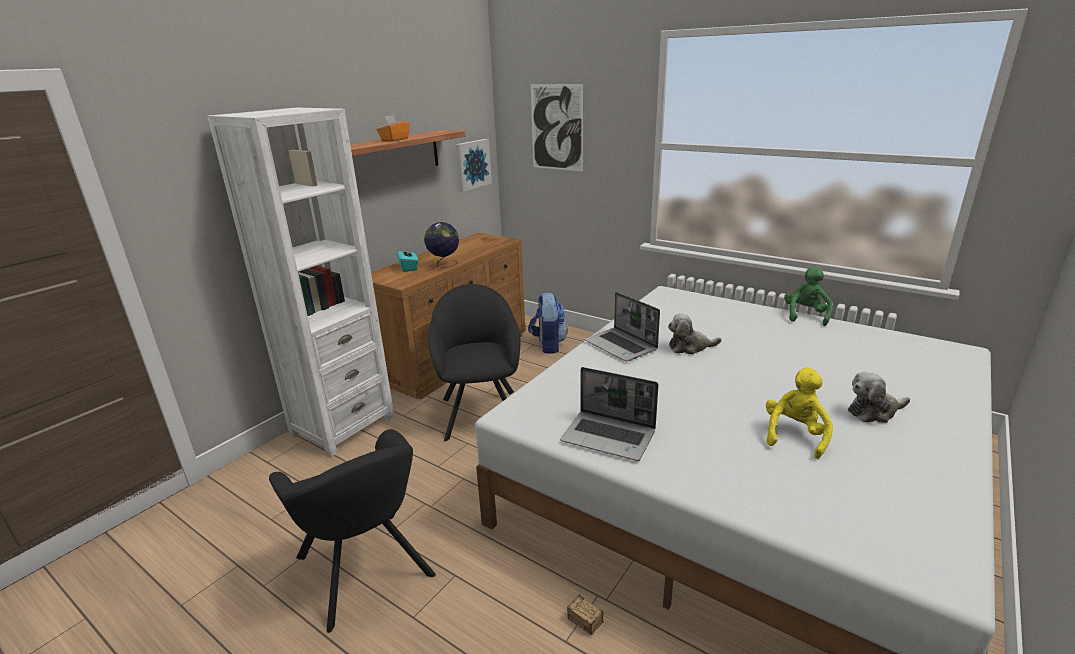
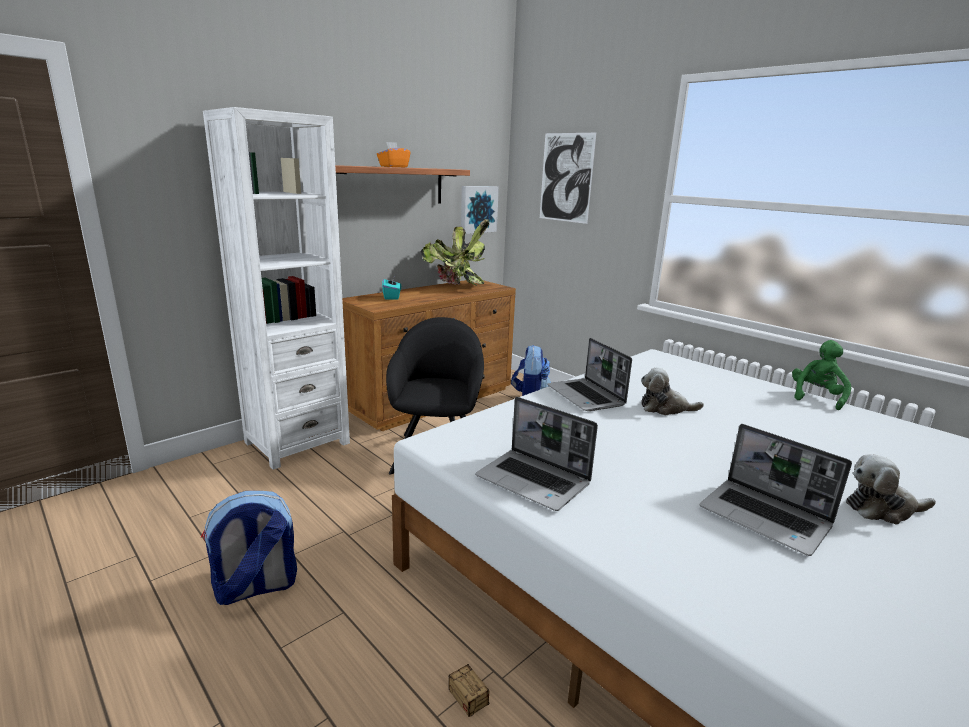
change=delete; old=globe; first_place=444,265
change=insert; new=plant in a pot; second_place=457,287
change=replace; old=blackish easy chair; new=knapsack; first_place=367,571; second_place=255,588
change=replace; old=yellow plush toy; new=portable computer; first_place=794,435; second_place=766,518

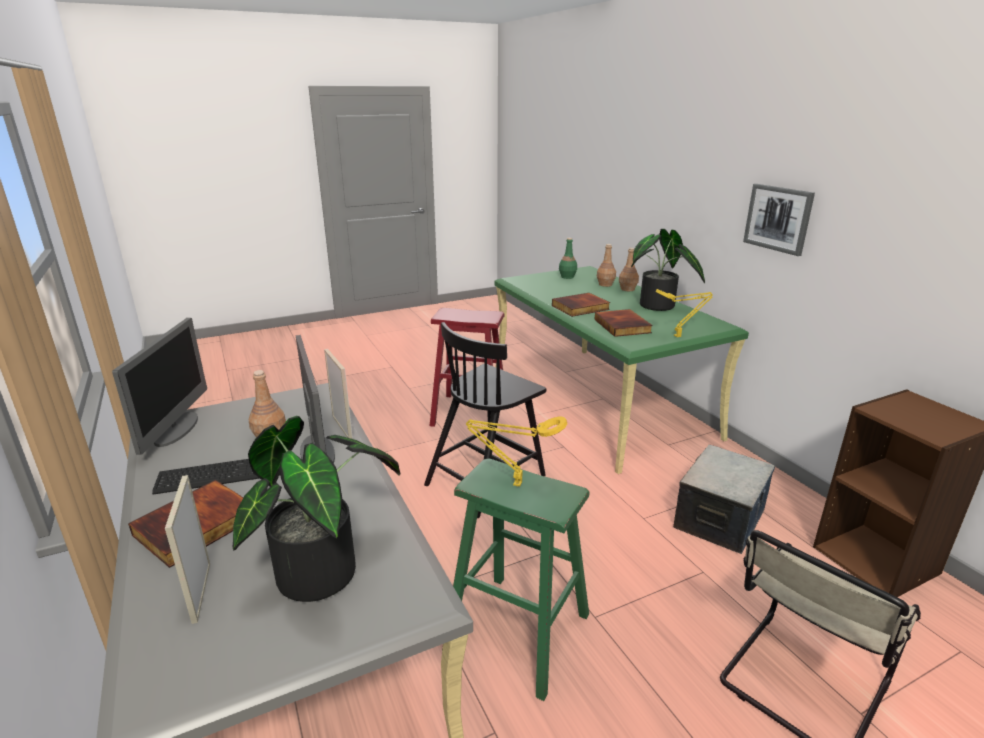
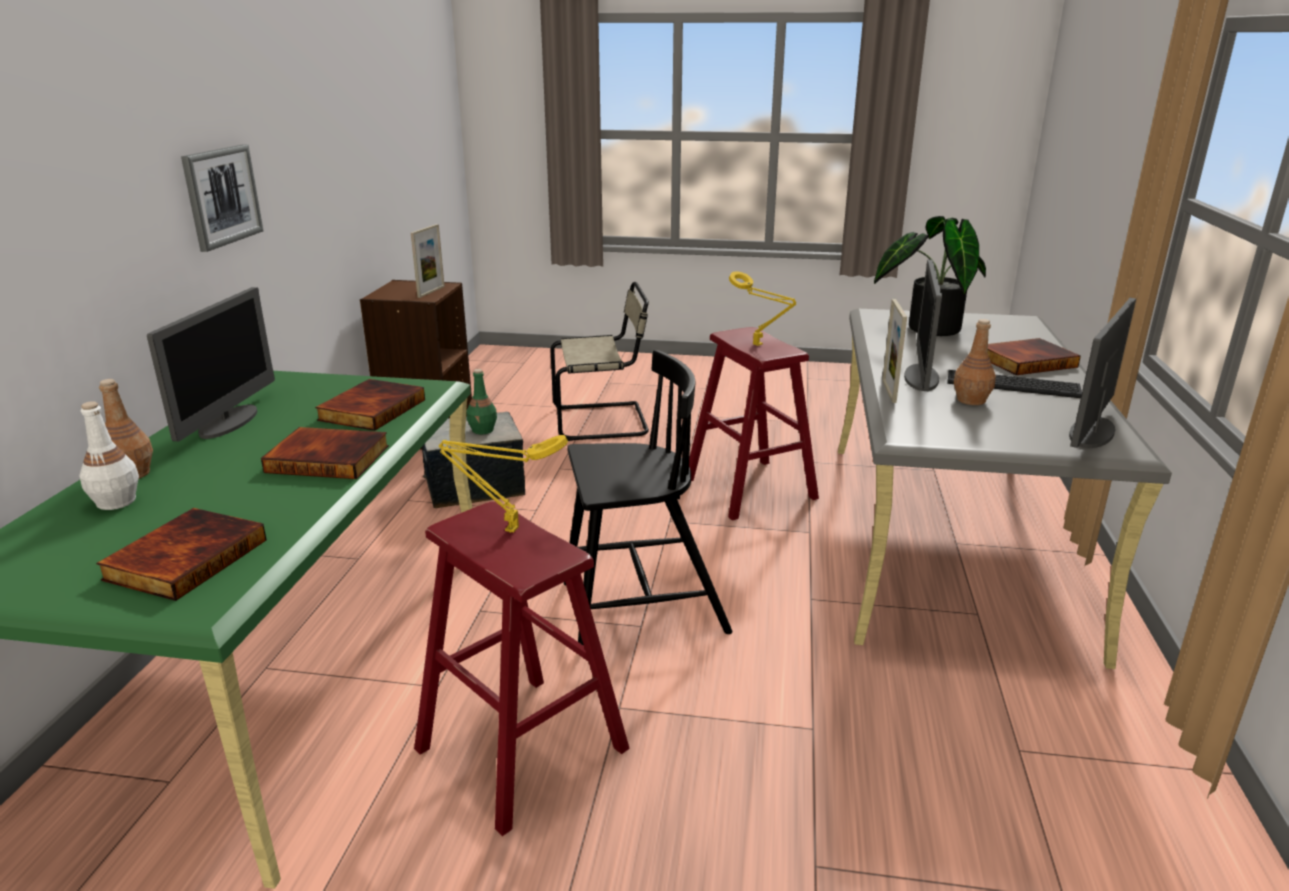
change=insert; new=bound book; second_place=185,558
change=move; old=photo frame; first_place=201,592; second_place=431,292
change=move; old=green-coloured drink bottle; first_place=567,277; second_place=483,430
change=move; old=yellow table lamp; first_place=679,336; second_place=507,529
change=replace; old=plant in a pot; new=monitor; first_place=659,307; second_place=229,422
change=recolor; old=green-coloured stool seat; new=reddish stool seat; first_place=518,632; second_place=749,488
change=recolor; old=brown drink bottle; new=whitish drink bottle; first_place=605,284; second_place=115,502

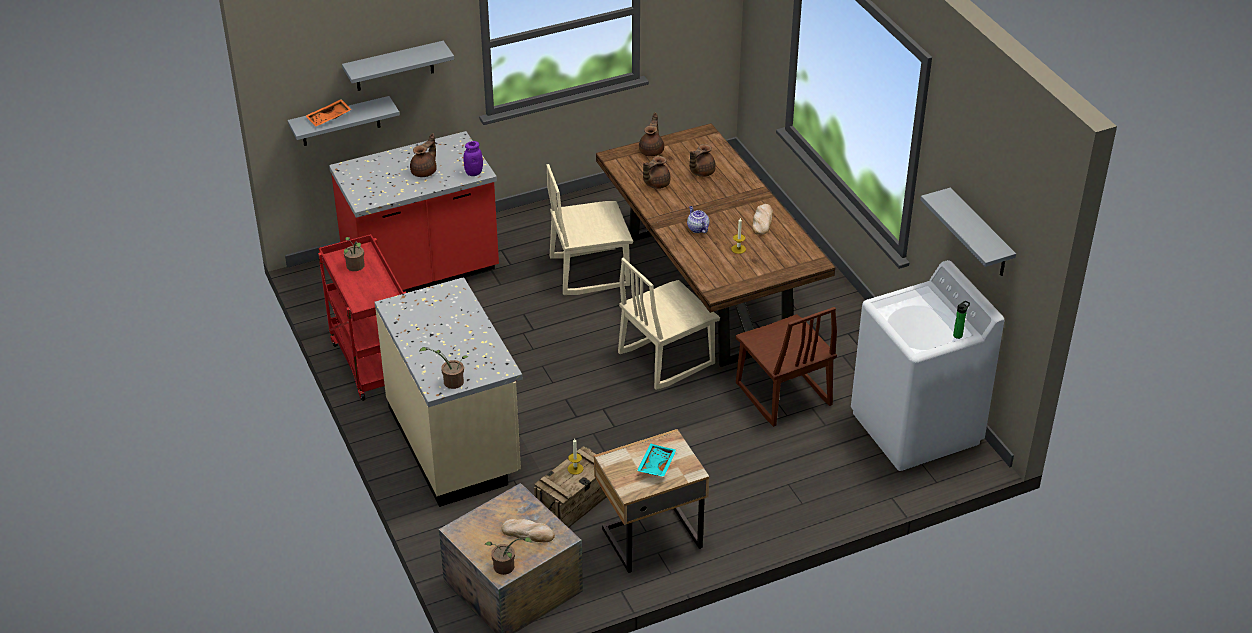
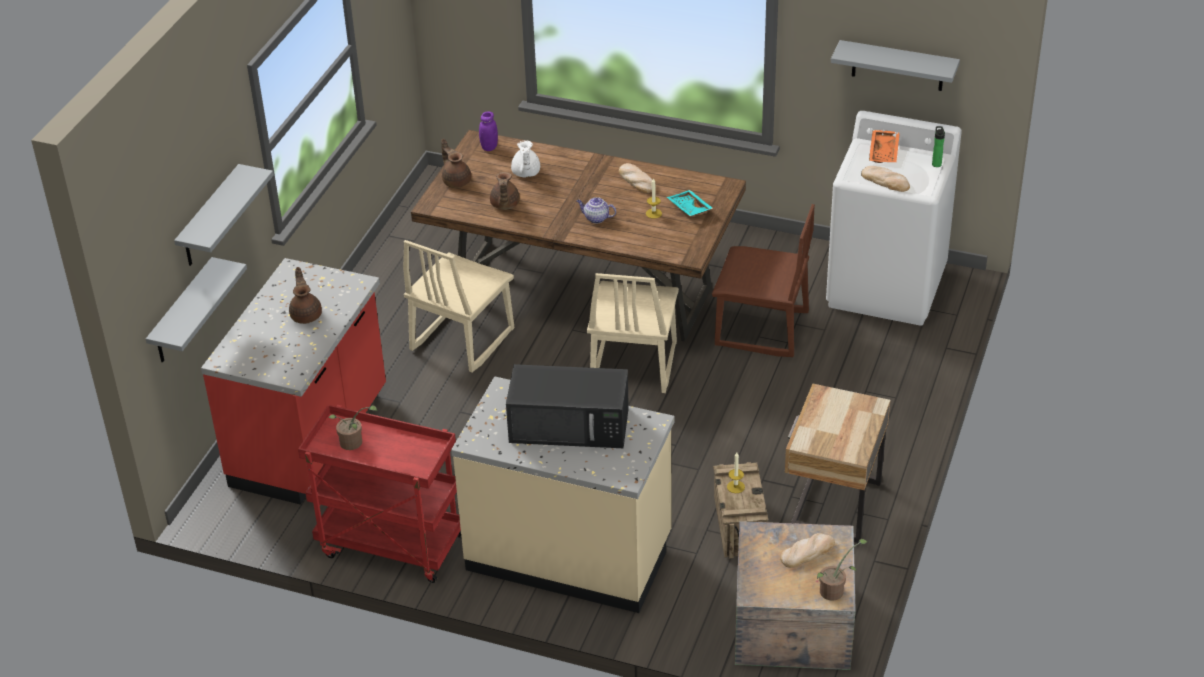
change=delete; old=plant in a pot; first_place=450,382
change=insert; new=blackish kitchen microwave; second_place=571,425
change=insert; new=bakery bread; second_place=885,181
change=move; old=orangey carrying tray; first_place=329,118; second_place=884,152
change=move; old=purple preserve jar; first_place=473,173; second_place=489,147
change=move; old=turquoise-coloured carrying tray; first_place=655,465; second_place=688,209
change=recolor; old=brown pot for tea; new=whitish pot for tea; first_place=701,172; second_place=525,173

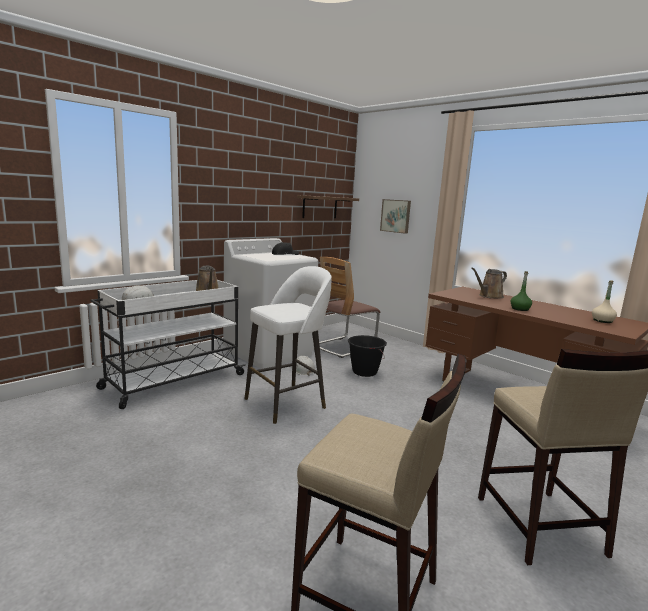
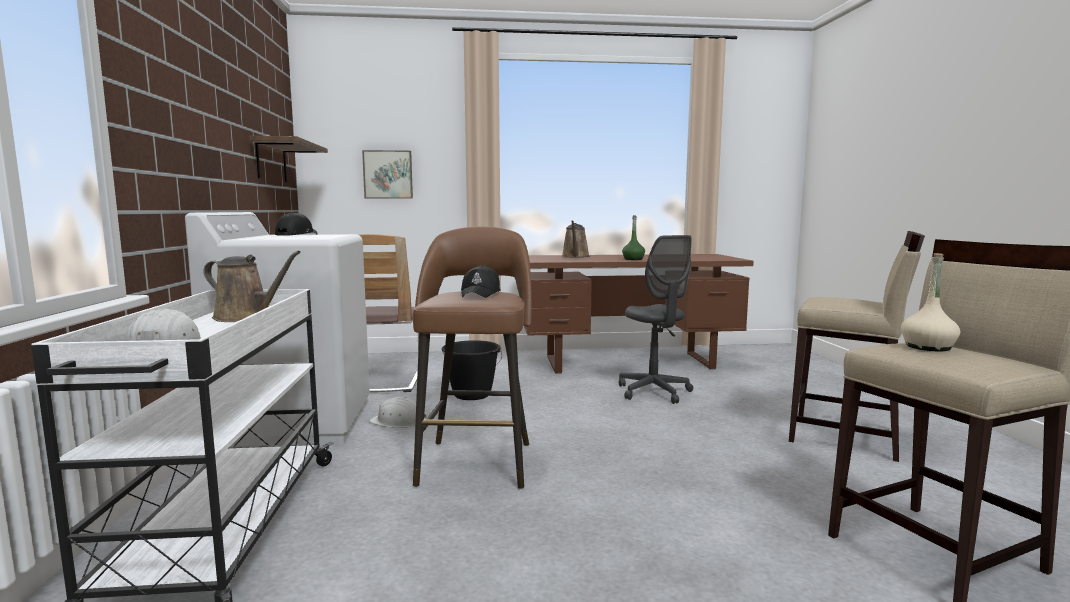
change=insert; new=blackish cap; second_place=481,294
change=insert; new=grey desk chair; second_place=654,392
change=move; old=beige drink bottle; first_place=602,321; second_place=928,347
change=recolor; old=whitish stool seat; new=brown stool seat; first_place=287,403; second_place=477,461

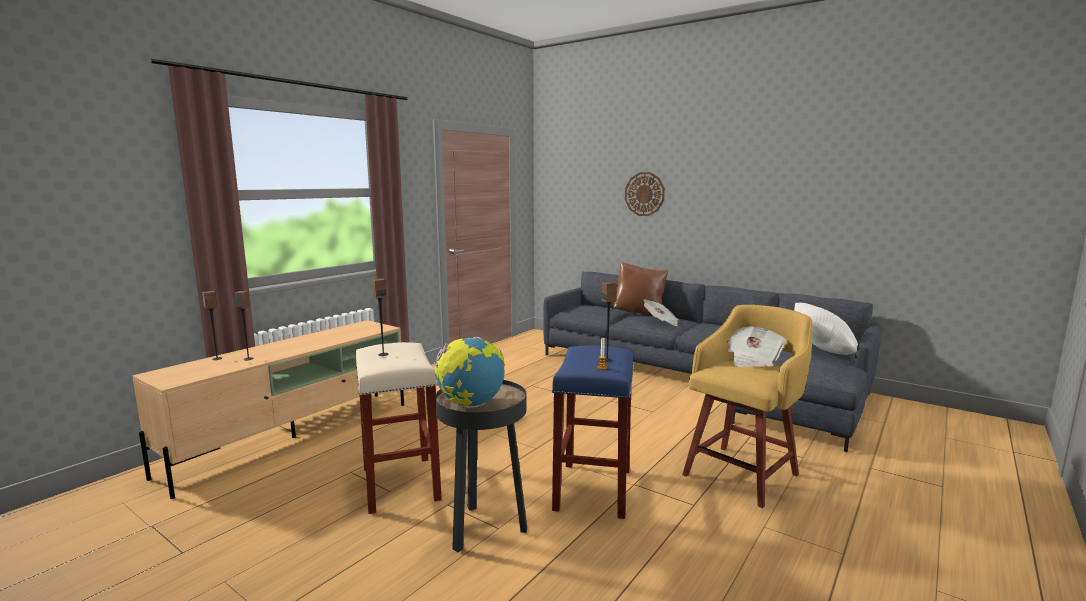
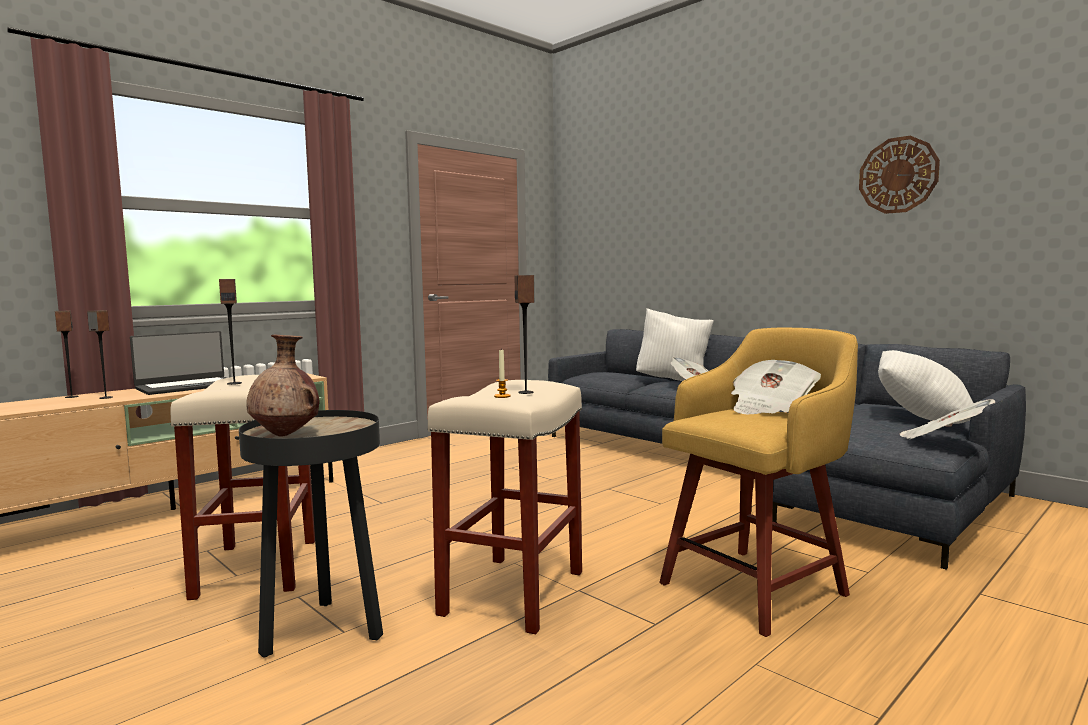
change=insert; new=portable computer; second_place=187,386
change=insert; new=newspaper; second_place=942,441
change=move; old=clock on the wall; first_place=644,194; second_place=898,175
change=replace; old=globe; new=brown decorative vase; first_place=471,405; second_place=286,434
change=recolor; old=bluish stool seat; new=beige stool seat; first_place=592,488; second_place=513,591
change=recolor; old=brown throw pillow; new=whitish throw pillow; first_place=639,314; second_place=673,380

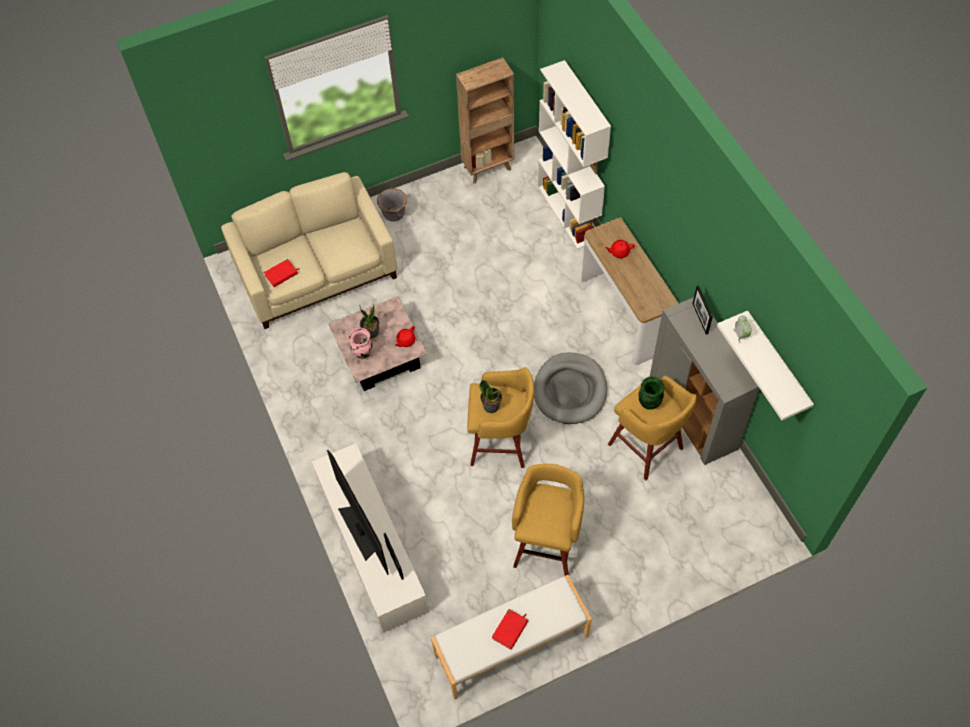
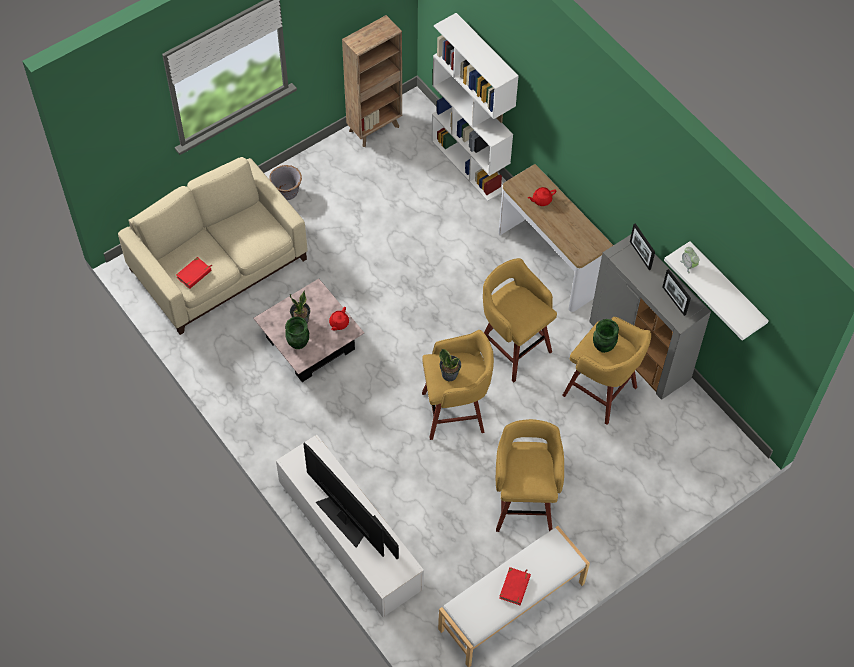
change=insert; new=photo frame; second_place=674,300
change=replace; old=grey dog cushion; new=yellow stool seat; first_place=570,390; second_place=513,347
change=recolor; old=pink decorative vase; new=green-coloured decorative vase; first_place=363,354; second_place=298,343

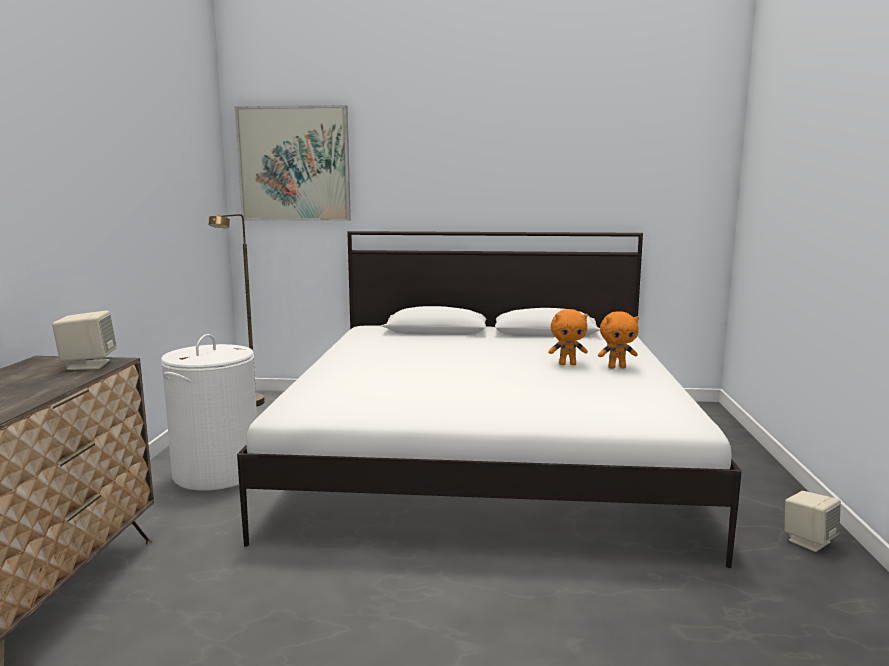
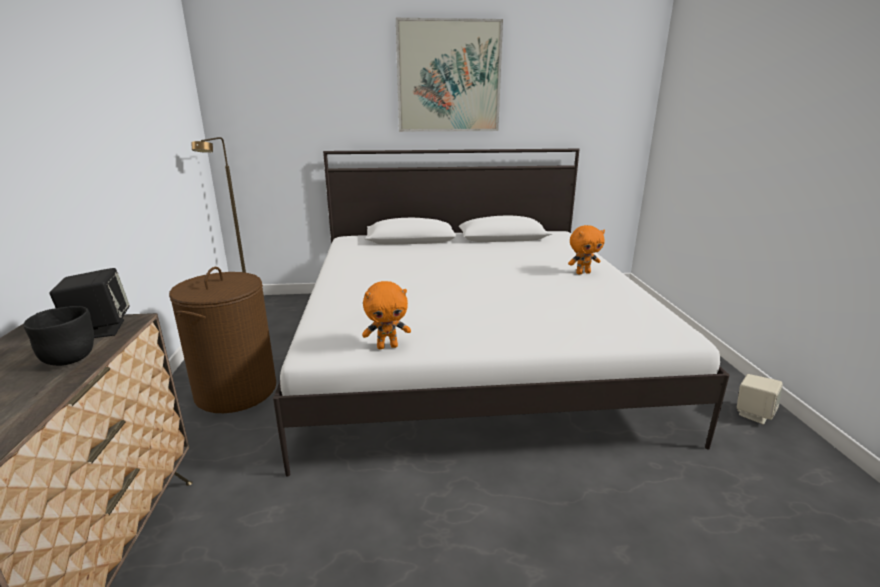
change=insert; new=blackish serving bowl; second_place=70,358
change=move; old=wall art; first_place=294,164; second_place=448,77
change=move; old=orangey plush toy; first_place=567,364; second_place=387,346
change=recolor; old=beige loudspeaker; new=blackish loudspeaker; first_place=88,365; second_place=100,329
change=recolor; old=whitish hamper; new=brown hamper; first_place=217,473; second_place=236,391

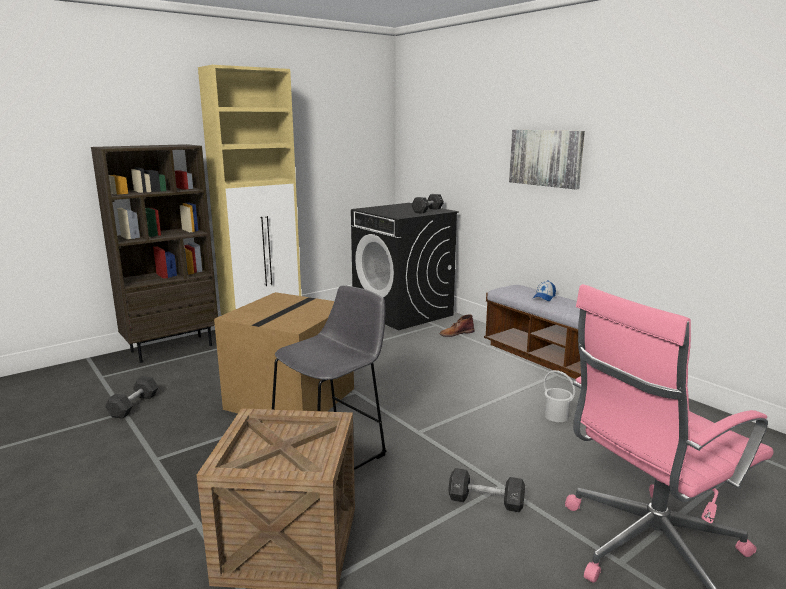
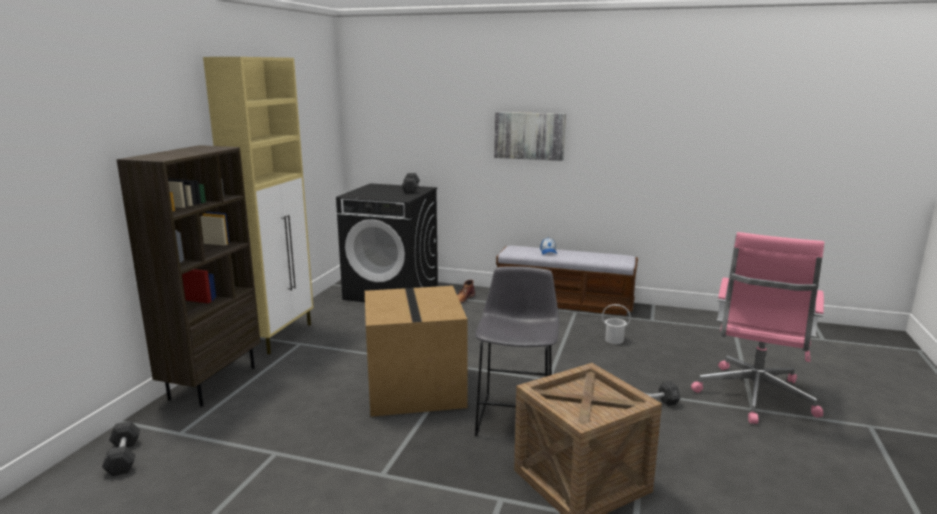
change=move; old=blackish hand weight; first_place=134,405; second_place=123,457

